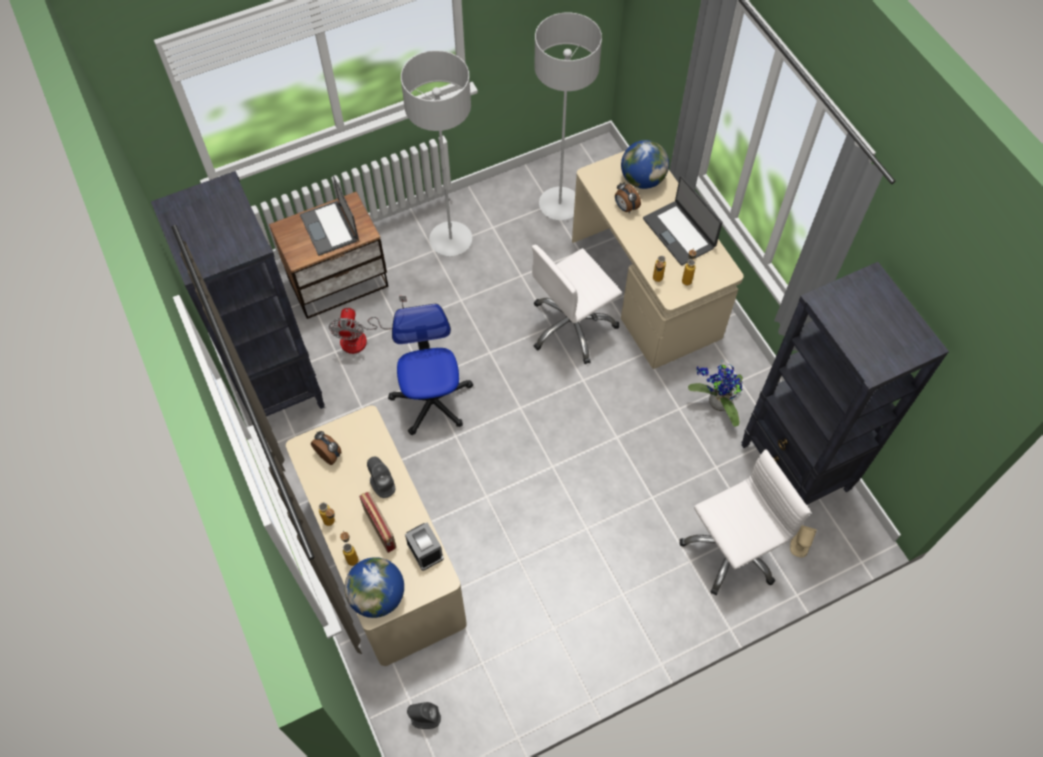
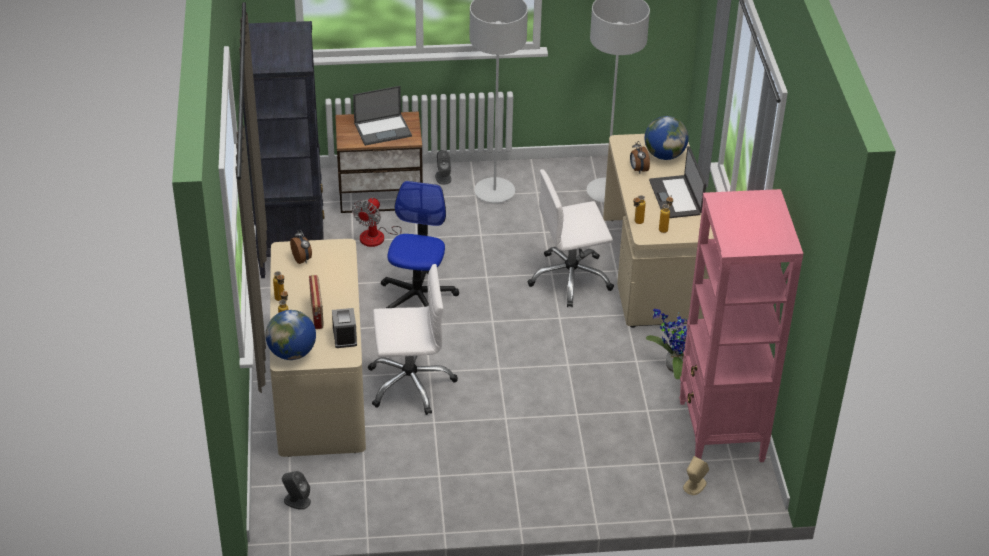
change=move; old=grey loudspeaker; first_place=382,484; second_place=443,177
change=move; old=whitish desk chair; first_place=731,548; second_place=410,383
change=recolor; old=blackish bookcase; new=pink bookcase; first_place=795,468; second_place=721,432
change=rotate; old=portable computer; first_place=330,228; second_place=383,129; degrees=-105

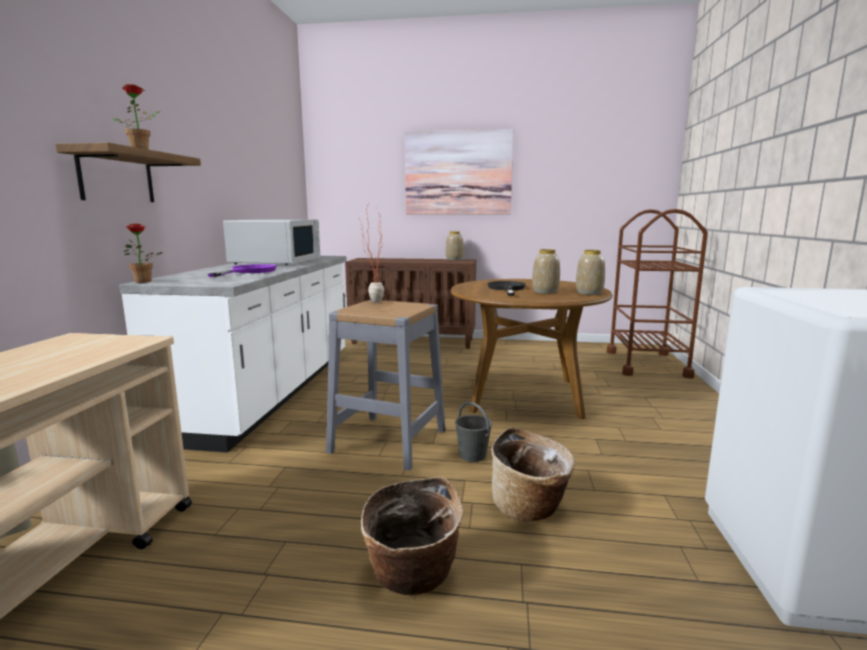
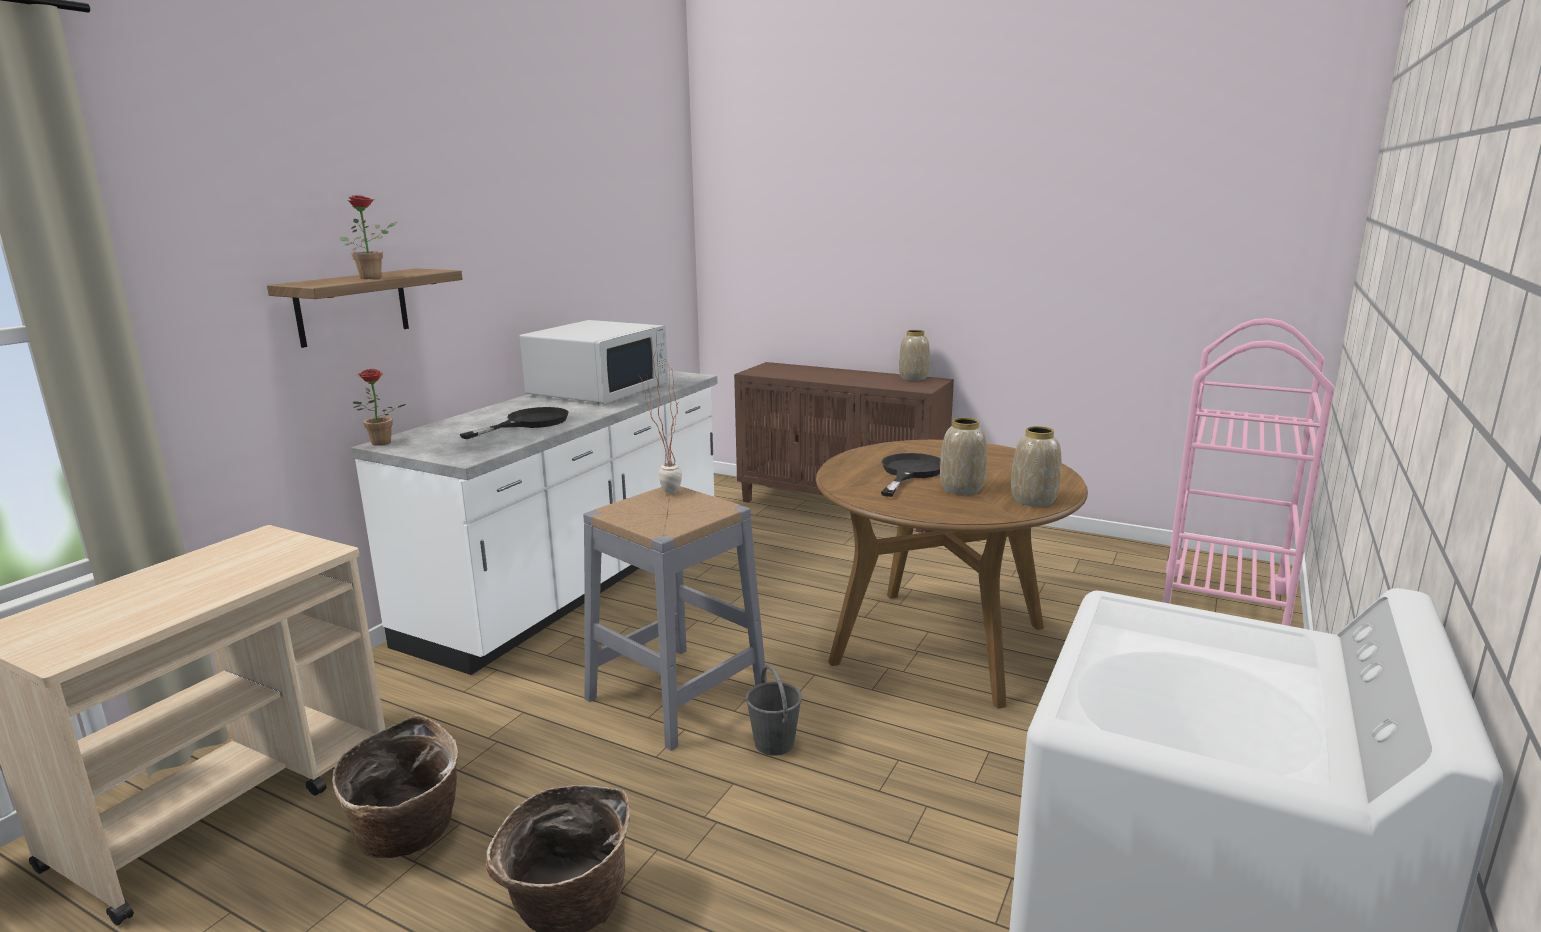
change=delete; old=wall art; first_place=458,173
change=move; old=basket; first_place=530,508; second_place=408,836
change=recolor; old=purple skillet; new=blackish skillet; first_place=249,272; second_place=528,423
change=recolor; old=brown wheeled cart; new=pink wheeled cart; first_place=646,364; second_place=1223,609

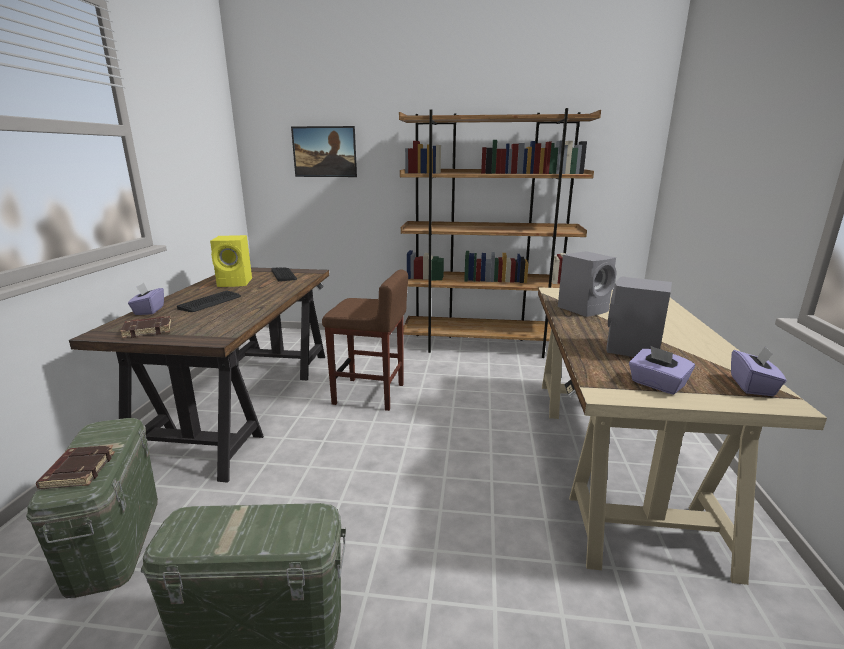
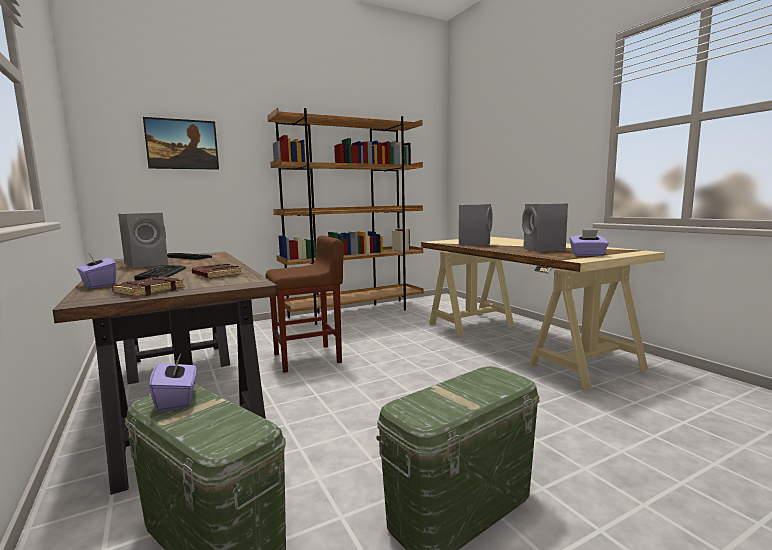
change=move; old=brown bound book; first_place=78,470; second_place=216,275
change=move; old=purple tissue holder; first_place=752,386; second_place=177,399
change=recolor; old=yellow loudspeaker; new=grey loudspeaker; first_place=236,282; second_place=148,264

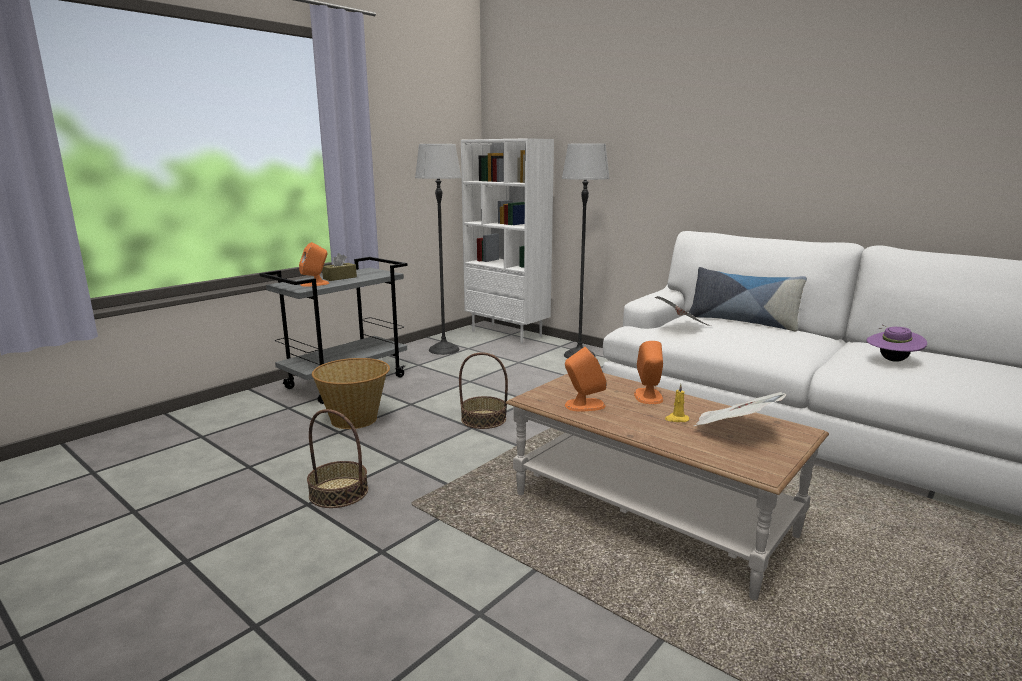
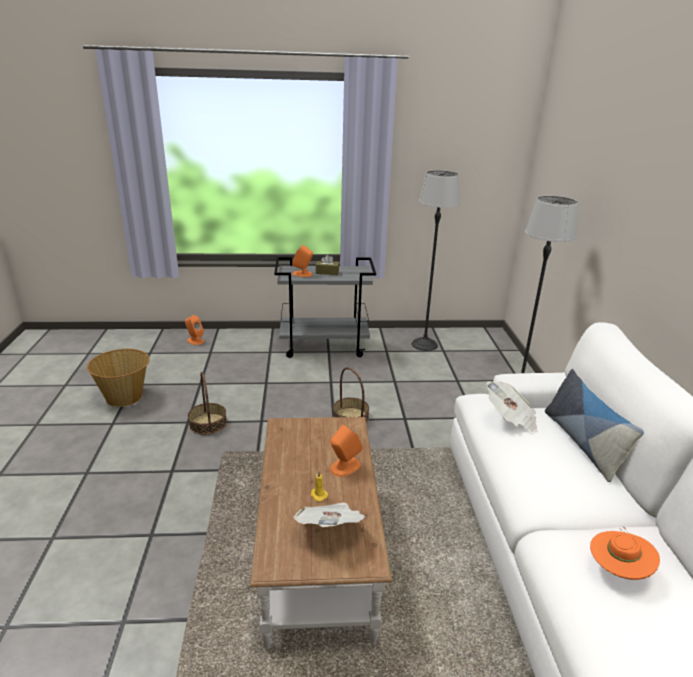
change=delete; old=whitish bookcase; first_place=507,333
change=move; old=basket; first_place=355,419; second_place=125,397
change=move; old=orangey loudspeaker; first_place=584,405; second_place=195,341
change=recolor; old=purple hat; new=orangey hat; first_place=892,360; second_place=617,570

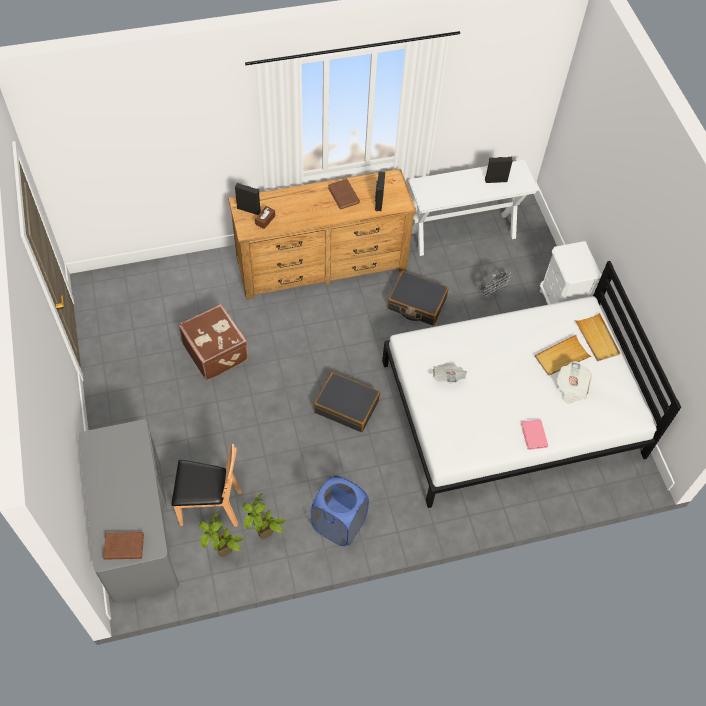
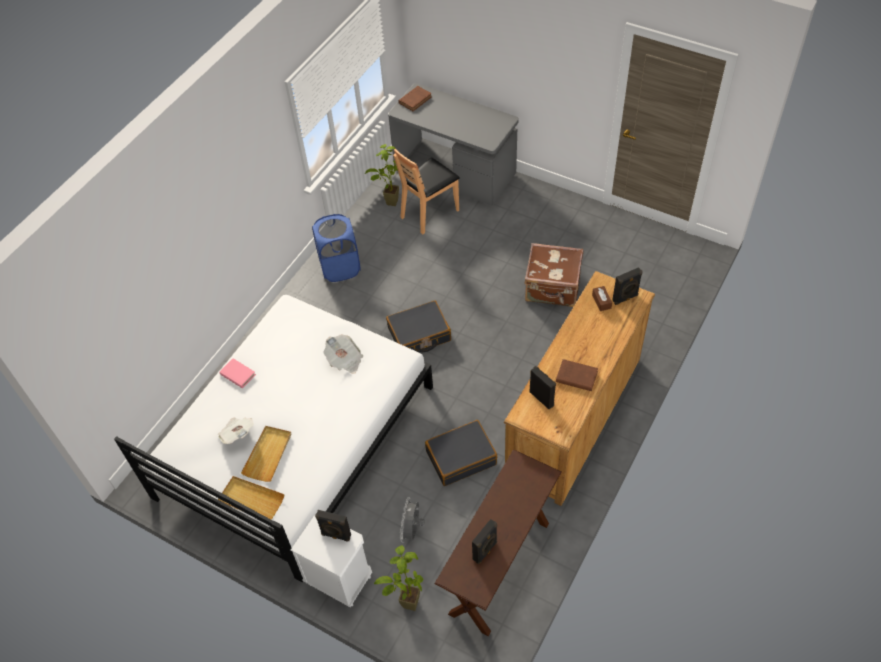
change=insert; new=blackish loudspeaker; second_place=336,535
change=move; old=plant in a pot; first_place=265,538; second_place=405,600
change=recolor; old=whitish narrow table; new=brown narrow table; first_place=463,234; second_place=499,568

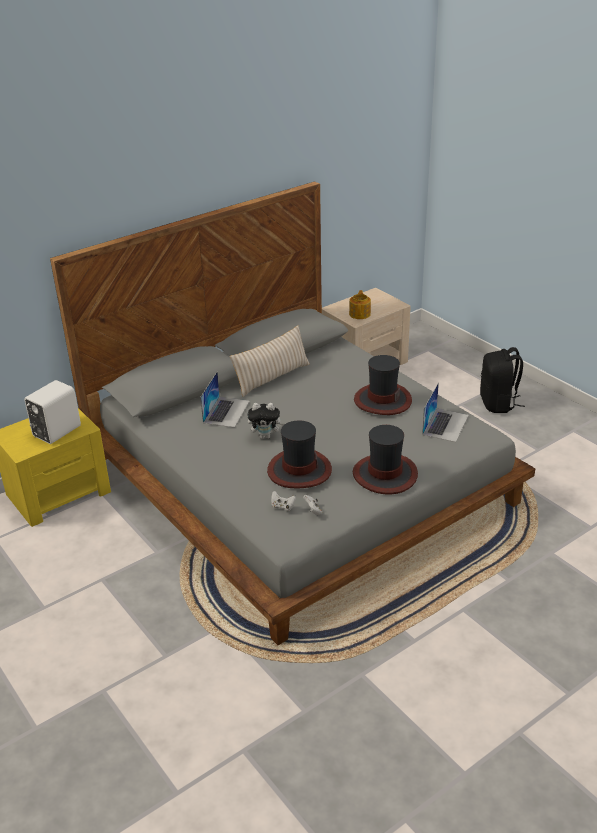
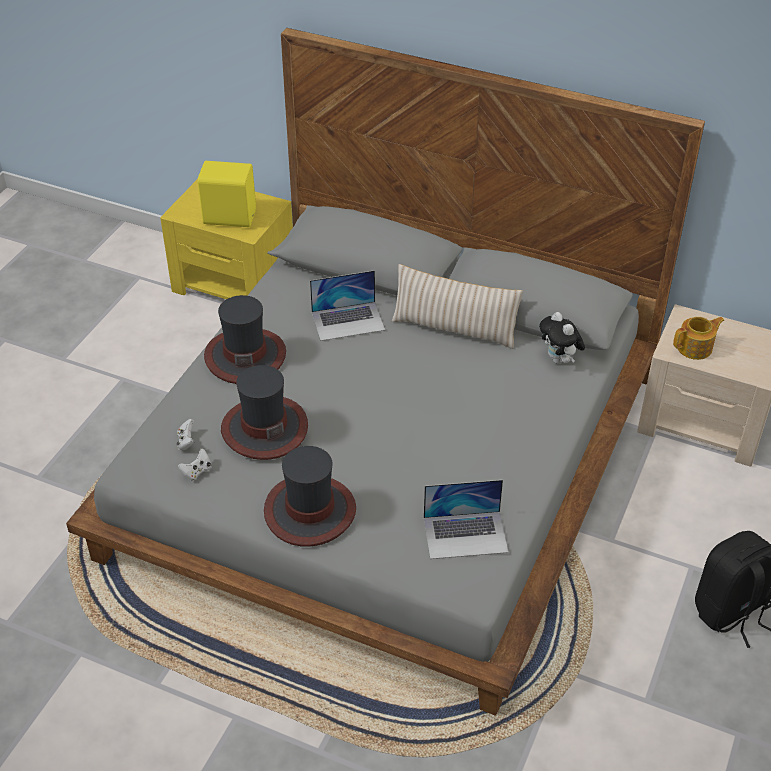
change=move; old=plush toy; first_place=266,436; second_place=559,360
change=move; old=hat; first_place=382,400; second_place=245,356
change=recolor; old=whitish loudspeaker; new=yellow loudspeaker; first_place=55,431; second_place=229,216

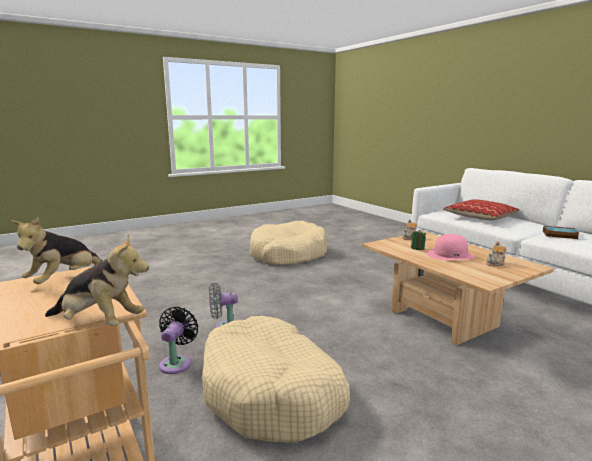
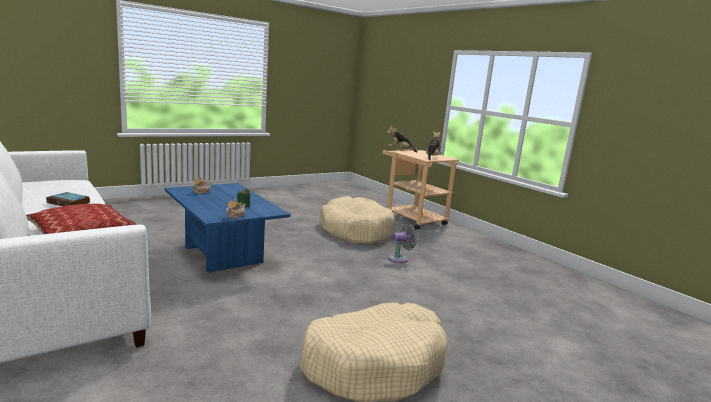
change=delete; old=blackish electric fan; first_place=177,362
change=delete; old=pink hat; first_place=450,255
change=recolor; old=beige low table; new=bluish low table; first_place=443,318; second_place=223,255

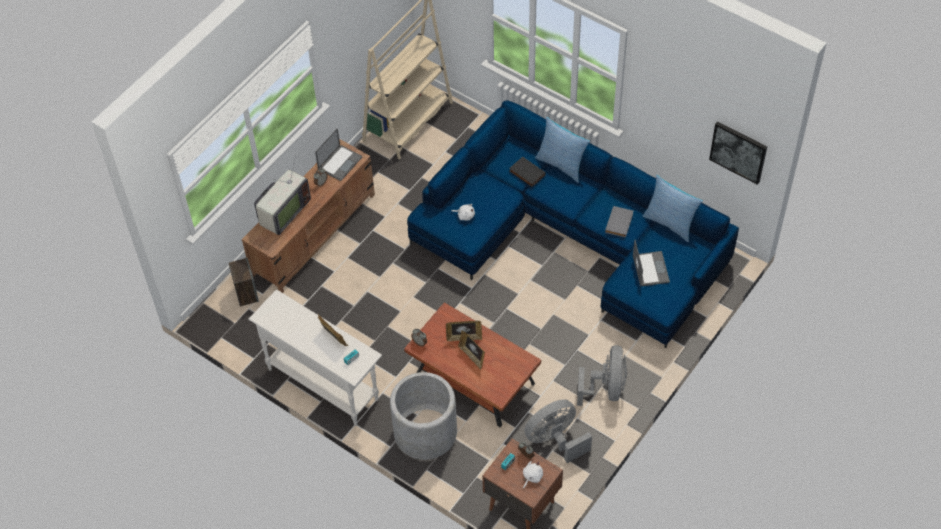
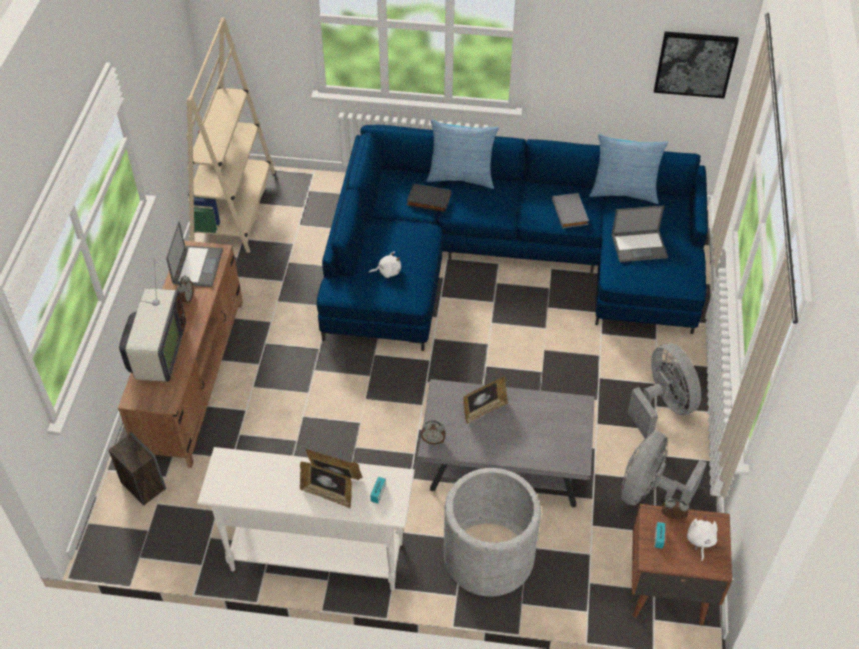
change=move; old=photo frame; first_place=472,356; second_place=327,494
change=recolor; old=brown low table; new=grey low table; first_place=474,380; second_place=505,464
change=rotate; old=portable computer; first_place=650,268; second_place=640,246; degrees=120

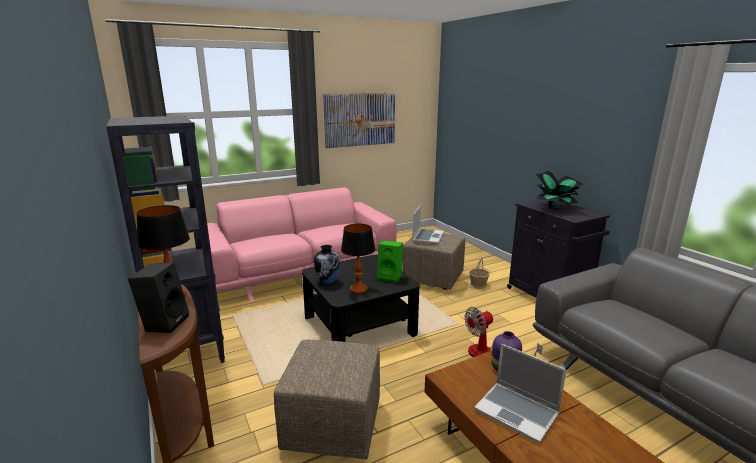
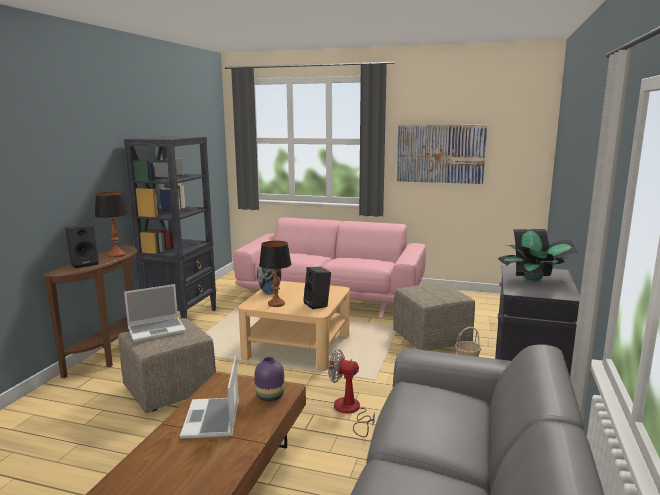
change=move; old=portable computer; first_place=427,237; second_place=157,330
change=recolor; old=blackish low table; new=beige low table; first_place=359,325; second_place=298,346
change=recolor; old=green-coloured loudspeaker; new=blackish loudspeaker; first_place=390,277; second_place=318,304

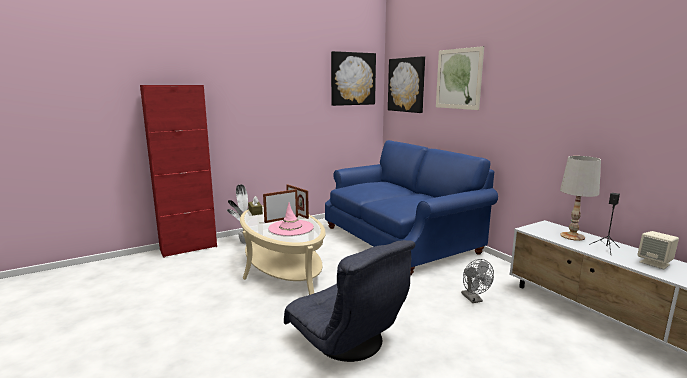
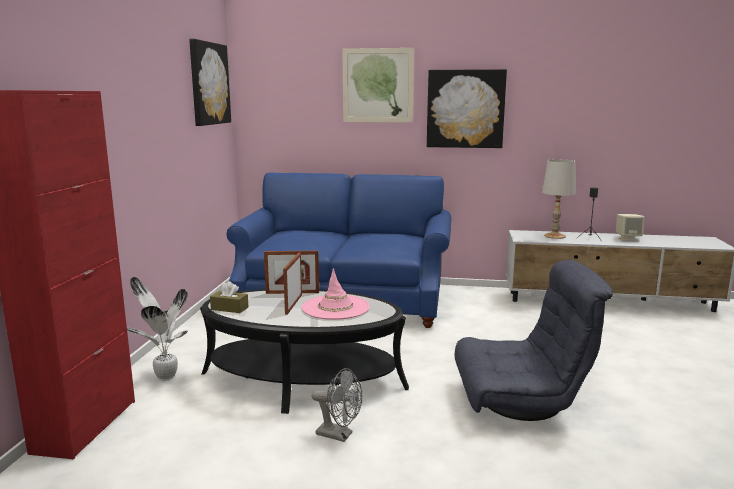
change=move; old=wall art; first_place=406,85; second_place=465,109
change=move; old=grey electric fan; first_place=474,299; second_place=339,435
change=recolor; old=beige low table; new=blackish low table; first_place=282,269; second_place=302,380

